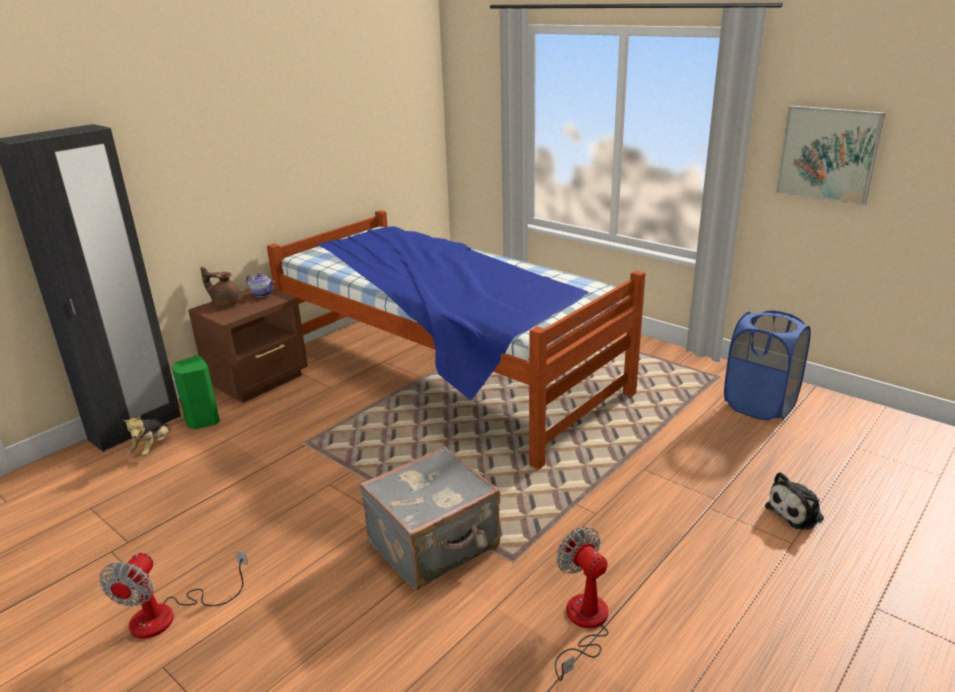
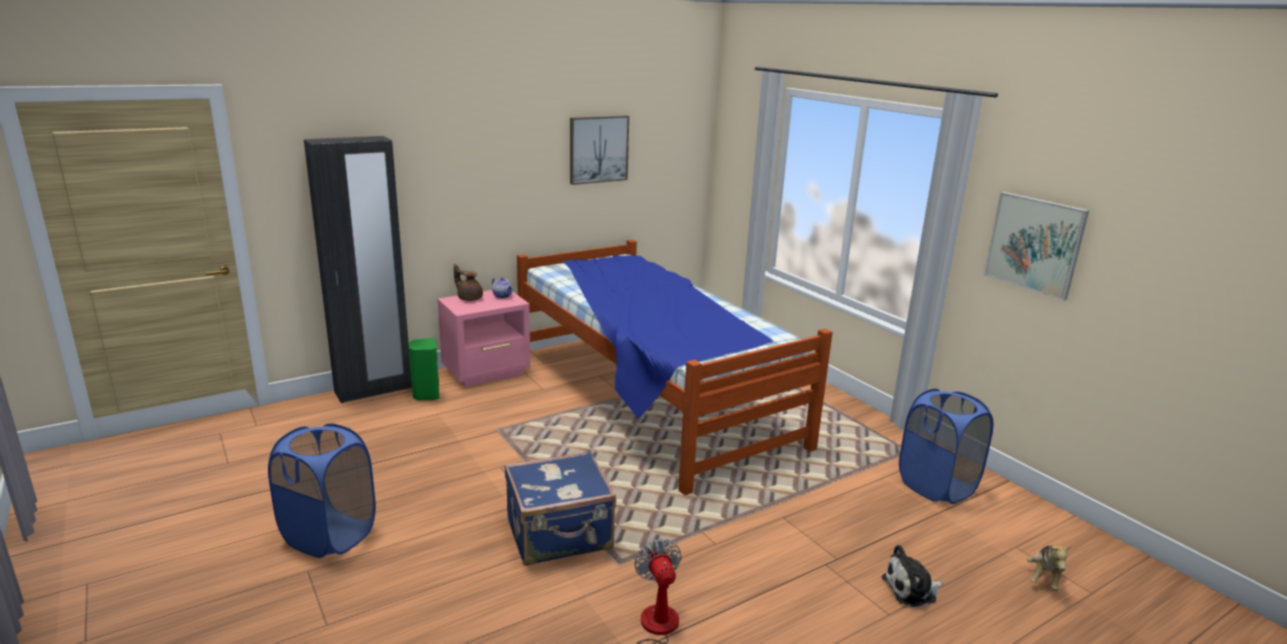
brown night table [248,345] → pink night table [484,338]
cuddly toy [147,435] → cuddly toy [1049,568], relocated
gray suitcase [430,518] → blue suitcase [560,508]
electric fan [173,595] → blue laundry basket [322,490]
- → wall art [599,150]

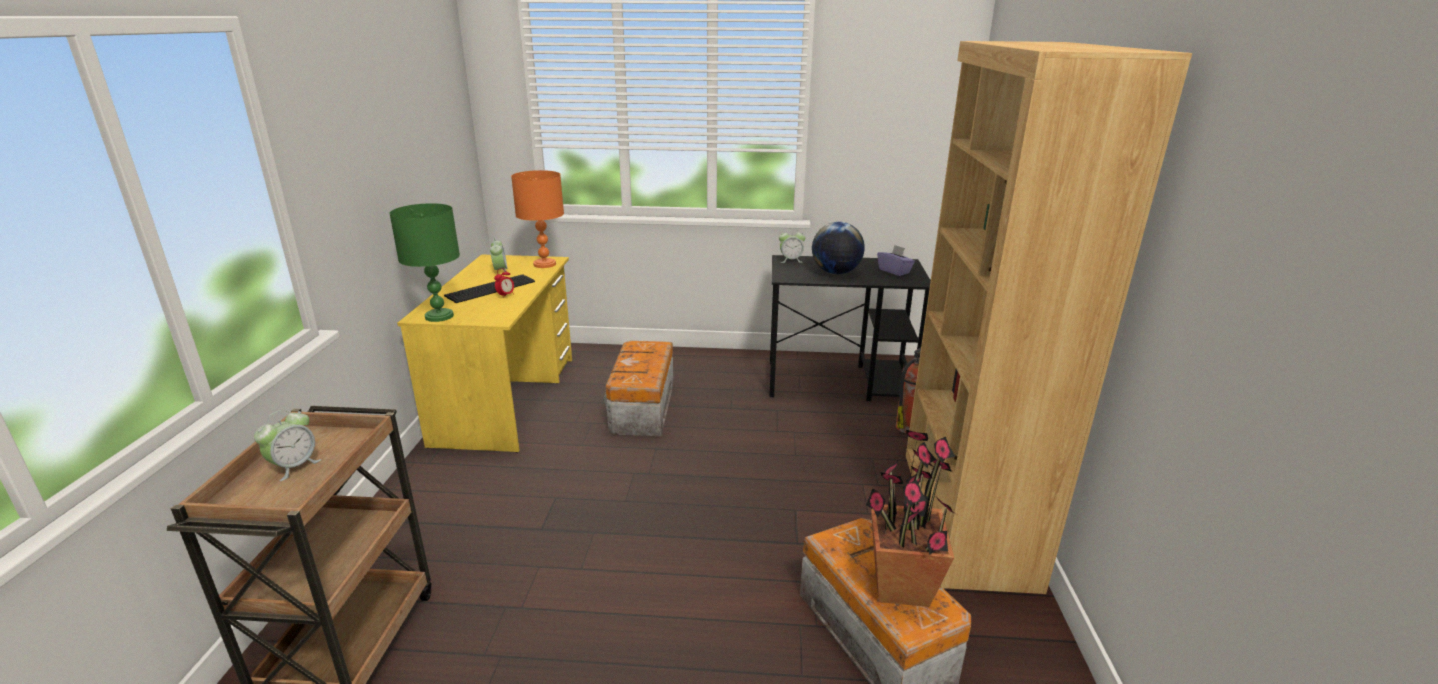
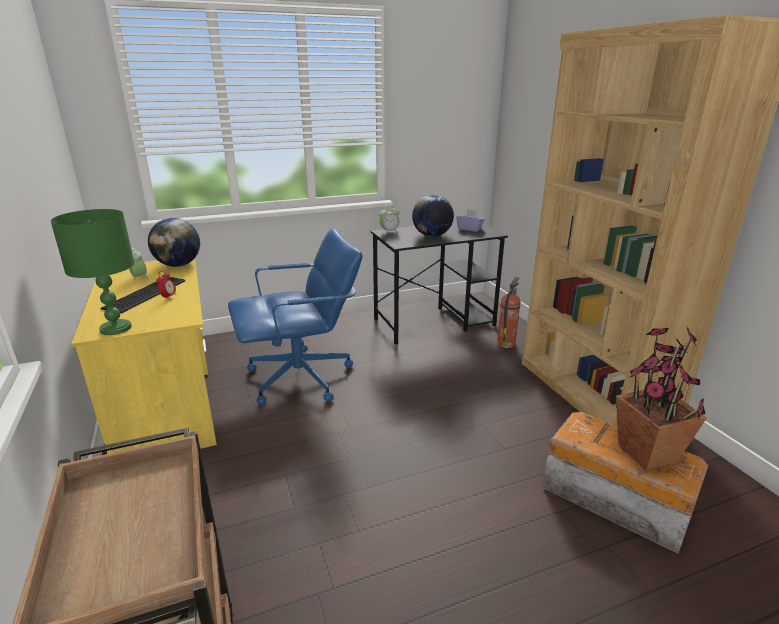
orangey table lamp [537,219] → world globe [174,242]
storage bin [638,389] → blue computer chair [295,316]
bedside clock [288,445] → -

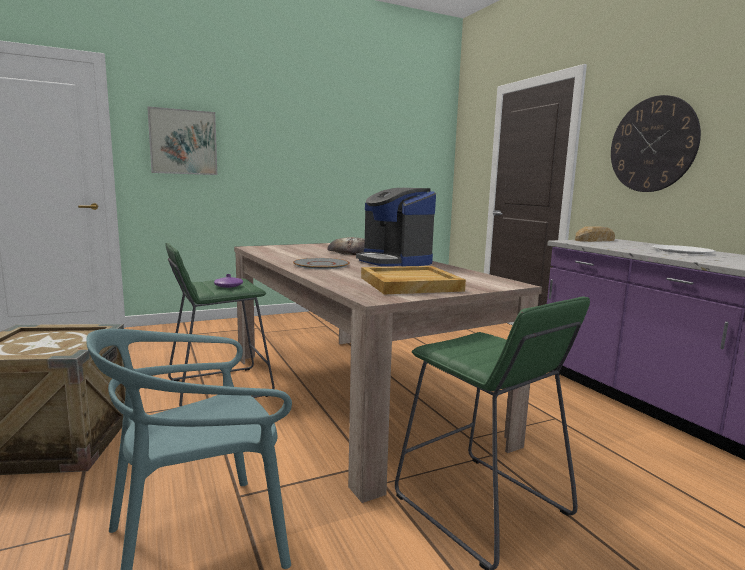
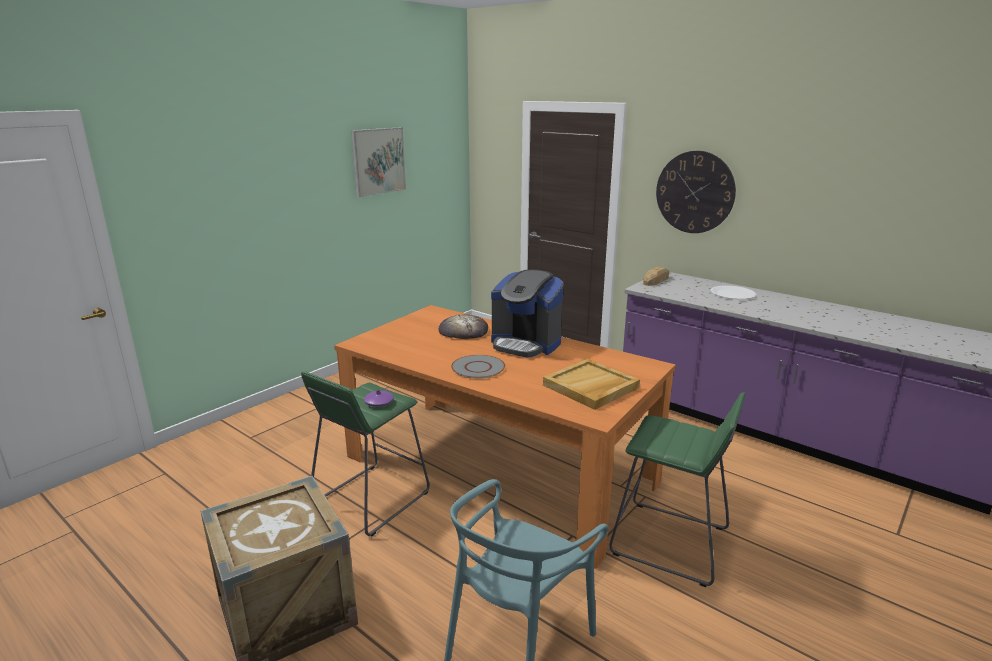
wall art [182,140] → wall art [378,162], relocated
sand-coloured dining table [388,373] → orangey dining table [505,437]

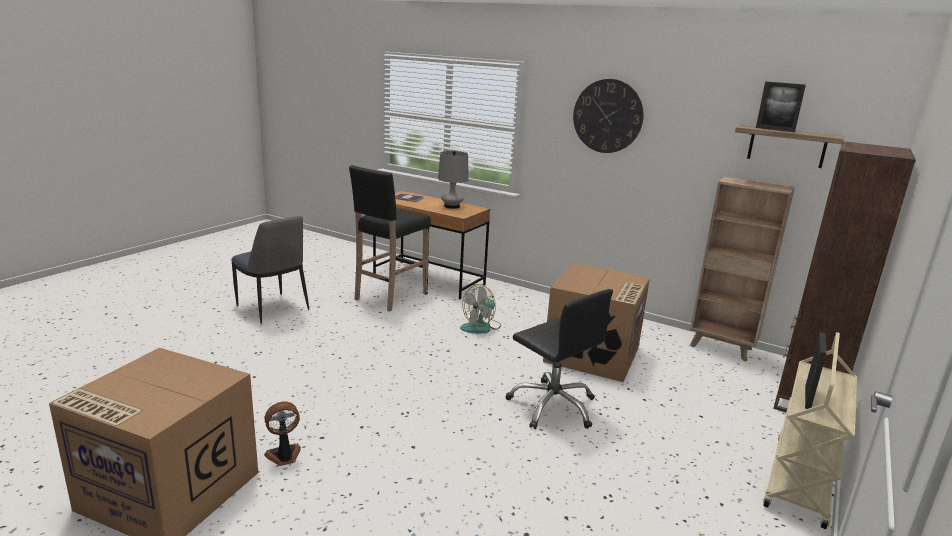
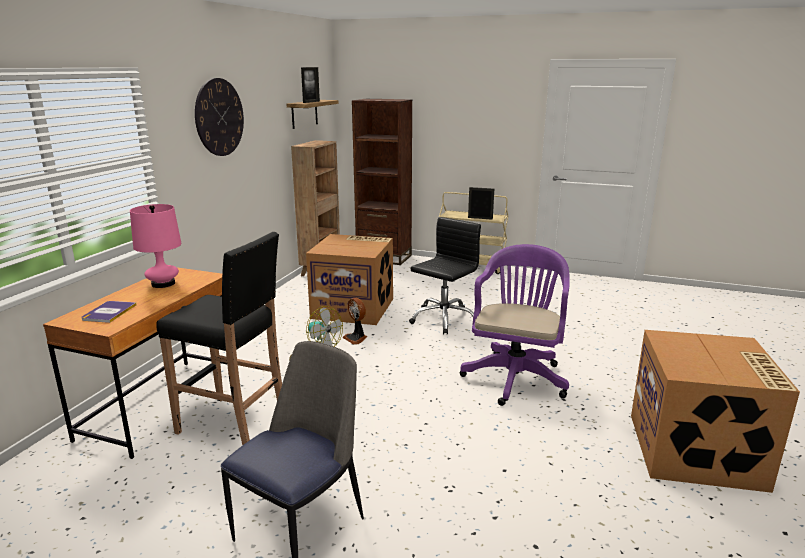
gray table lamp [453,180] → pink table lamp [155,246]
electric fan [282,433] → electric fan [354,321], relocated
- → purplish computer chair [515,325]

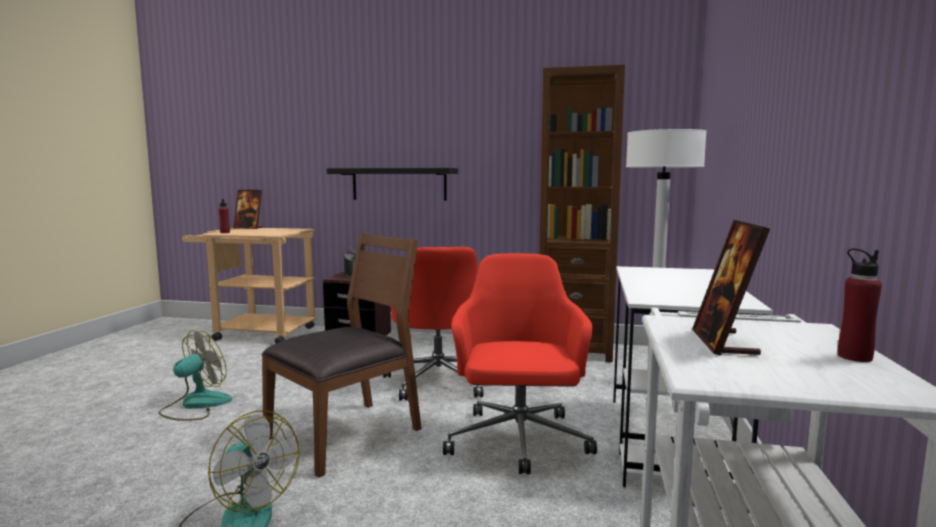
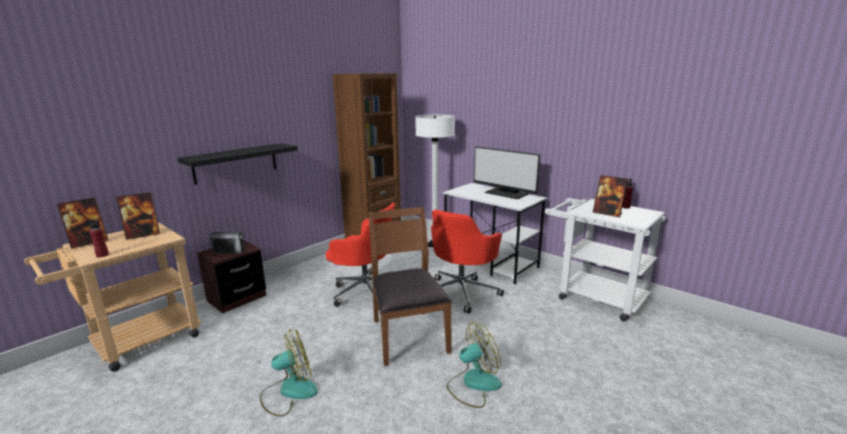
red-coloured computer chair [520,363] → red-coloured computer chair [467,262], 90 degrees counterclockwise
electric fan [195,375] → electric fan [289,373], 90 degrees clockwise
- → computer display [507,173]
- → photo frame [138,216]

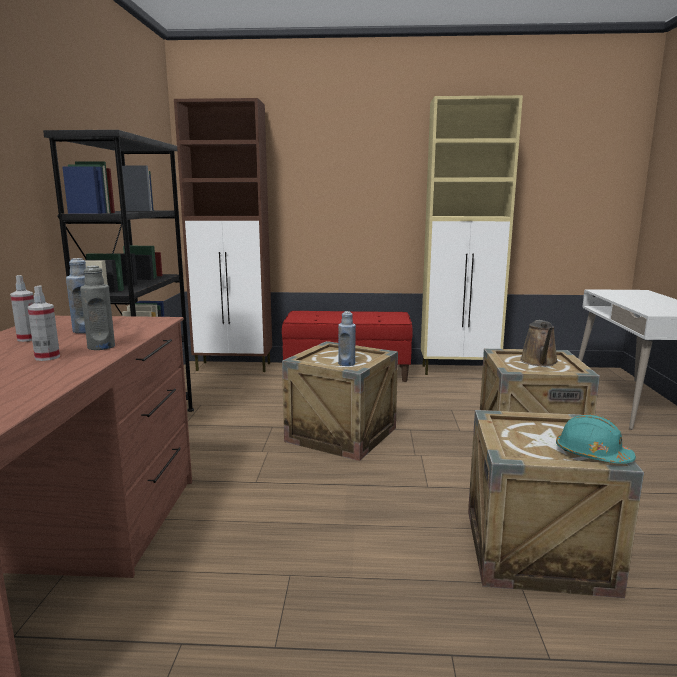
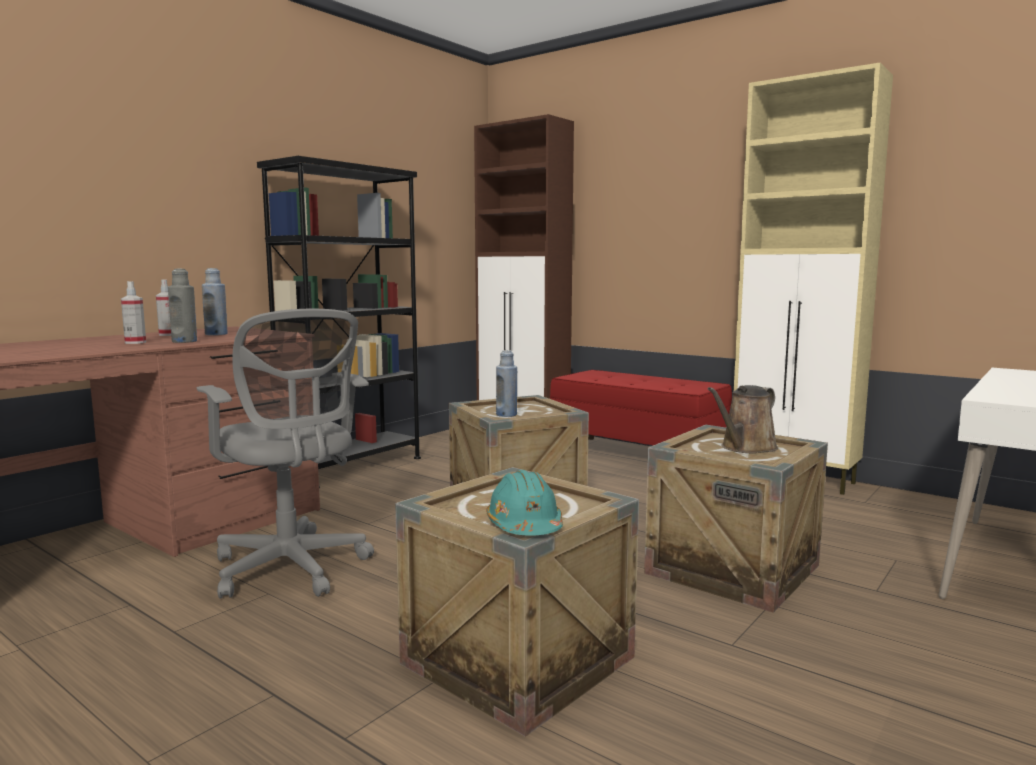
- → gray computer chair [285,453]

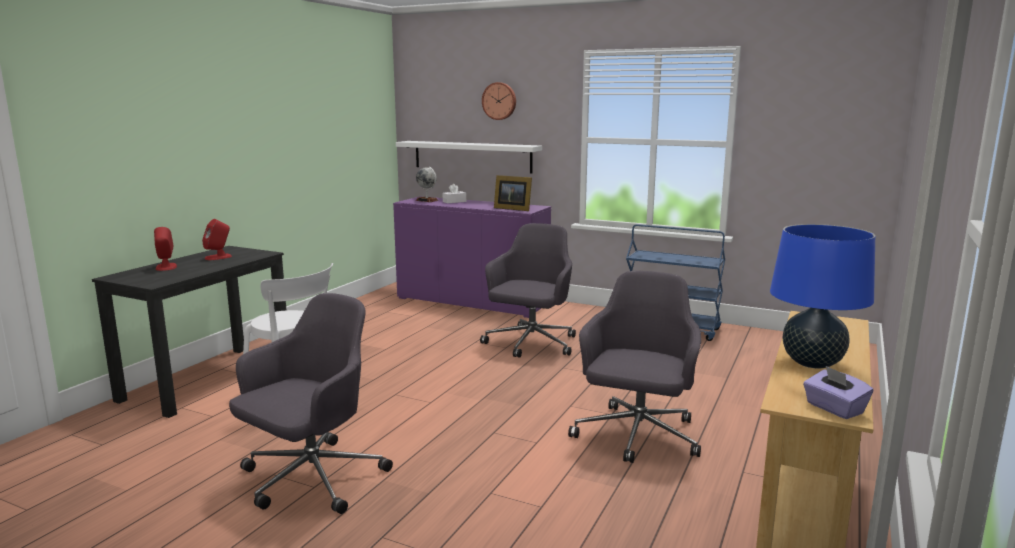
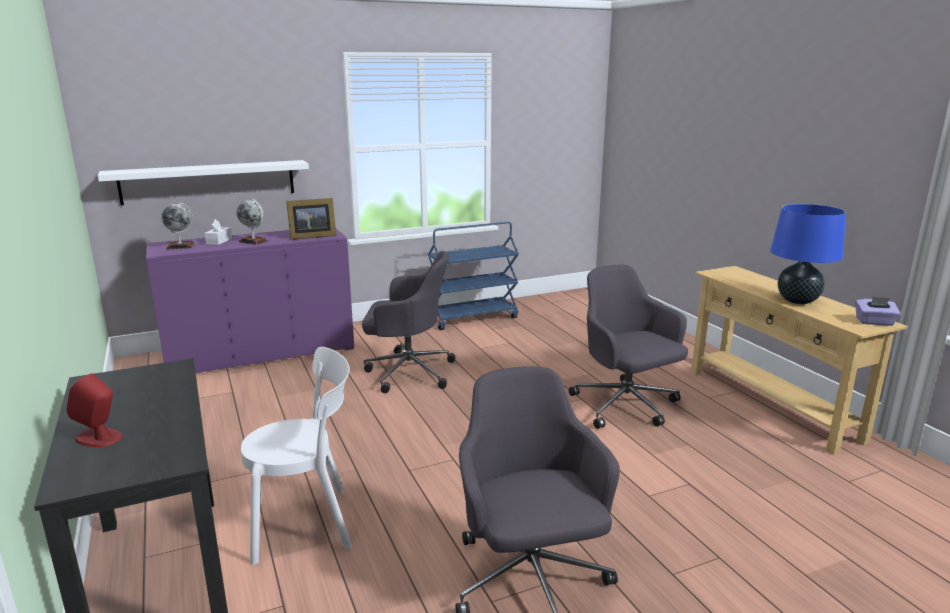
wall clock [499,101] → -
red-coloured speaker [217,239] → -
gray computer chair [528,290] → gray computer chair [408,322], 120 degrees clockwise
- → world globe [252,222]

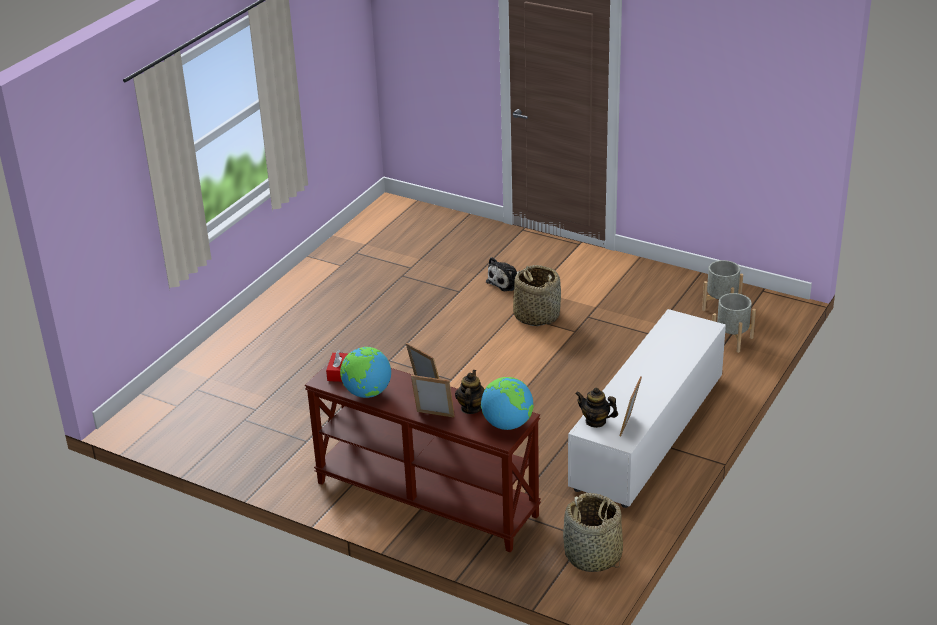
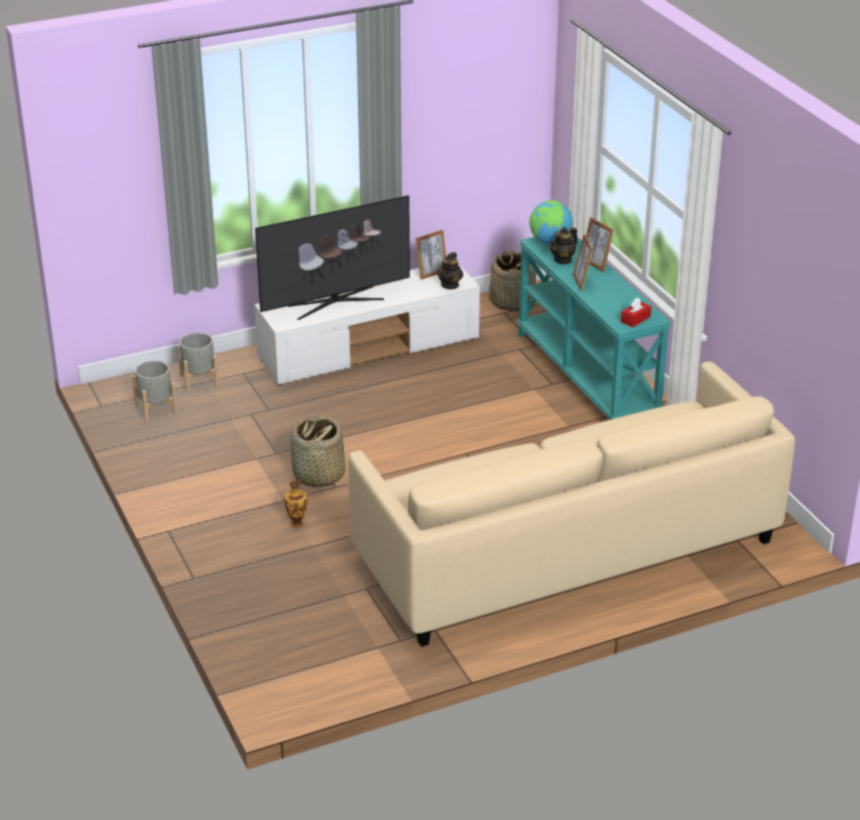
cuddly toy [503,274] → vase [295,504]
world globe [365,372] → -
brown hall table [423,452] → blue-green hall table [594,326]
teapot [596,407] → teapot [450,270], 45 degrees clockwise
- → television [332,257]
- → sand-coloured sofa [571,504]

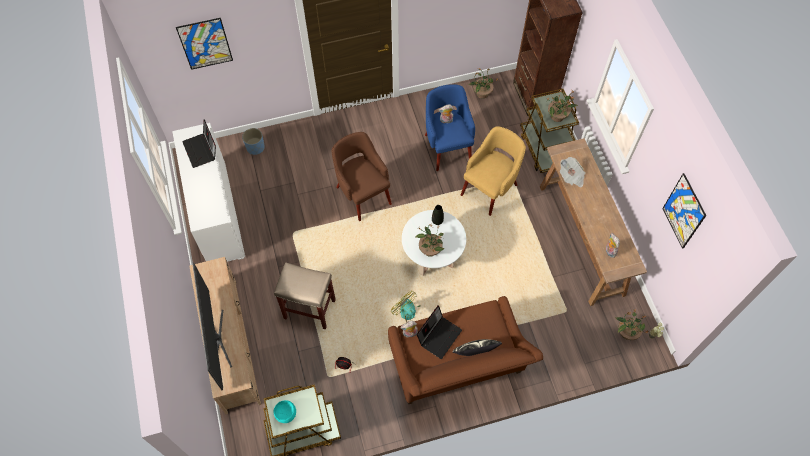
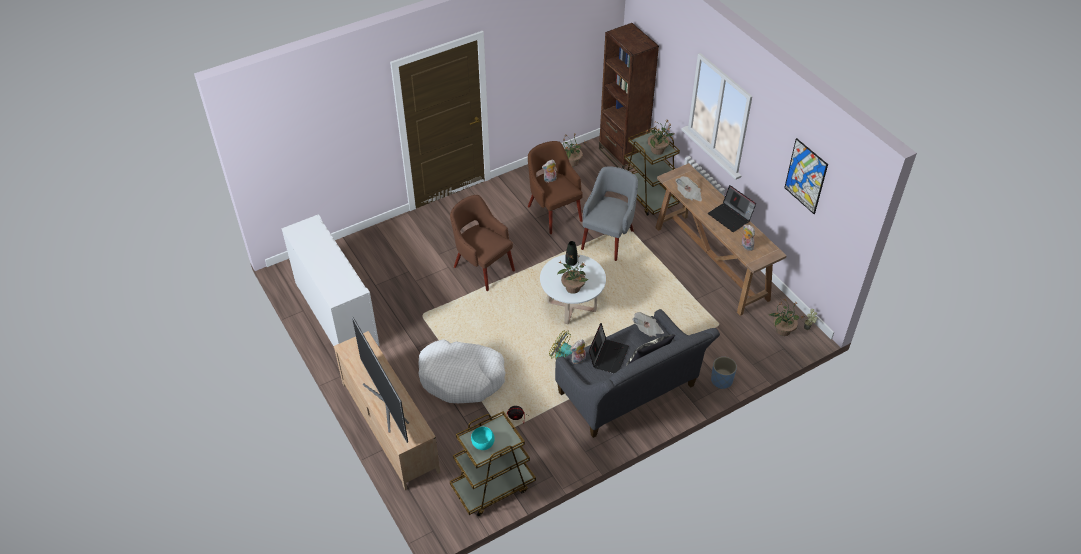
wall art [204,44] → -
blue armchair [450,127] → brown armchair [555,187]
laptop [199,143] → laptop [732,208], relocated
yellow-coloured armchair [493,171] → gray armchair [609,214]
blue plant pot [253,141] → blue plant pot [724,373], relocated
sand-coloured sitting stool [305,295] → whitish dog cushion [462,371]
brown sofa [465,350] → gray sofa [637,373]
- → newspaper [648,324]

